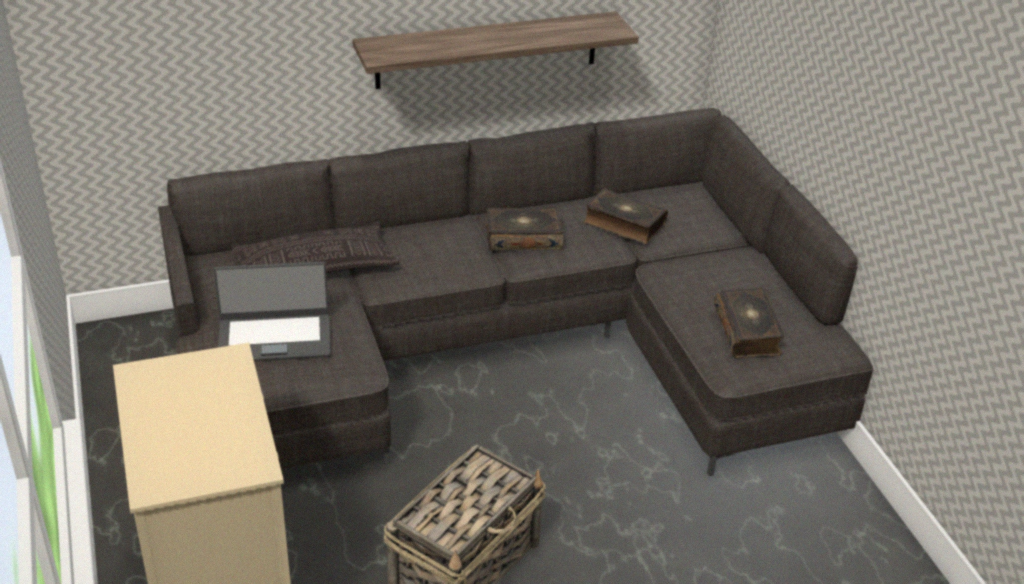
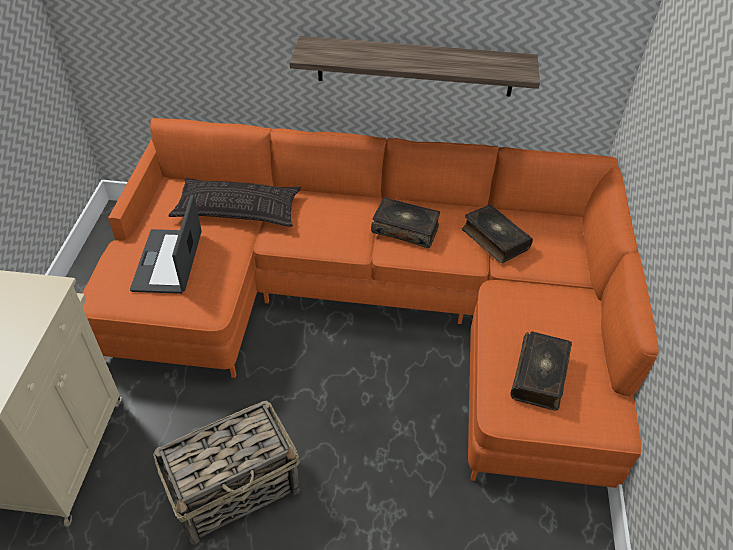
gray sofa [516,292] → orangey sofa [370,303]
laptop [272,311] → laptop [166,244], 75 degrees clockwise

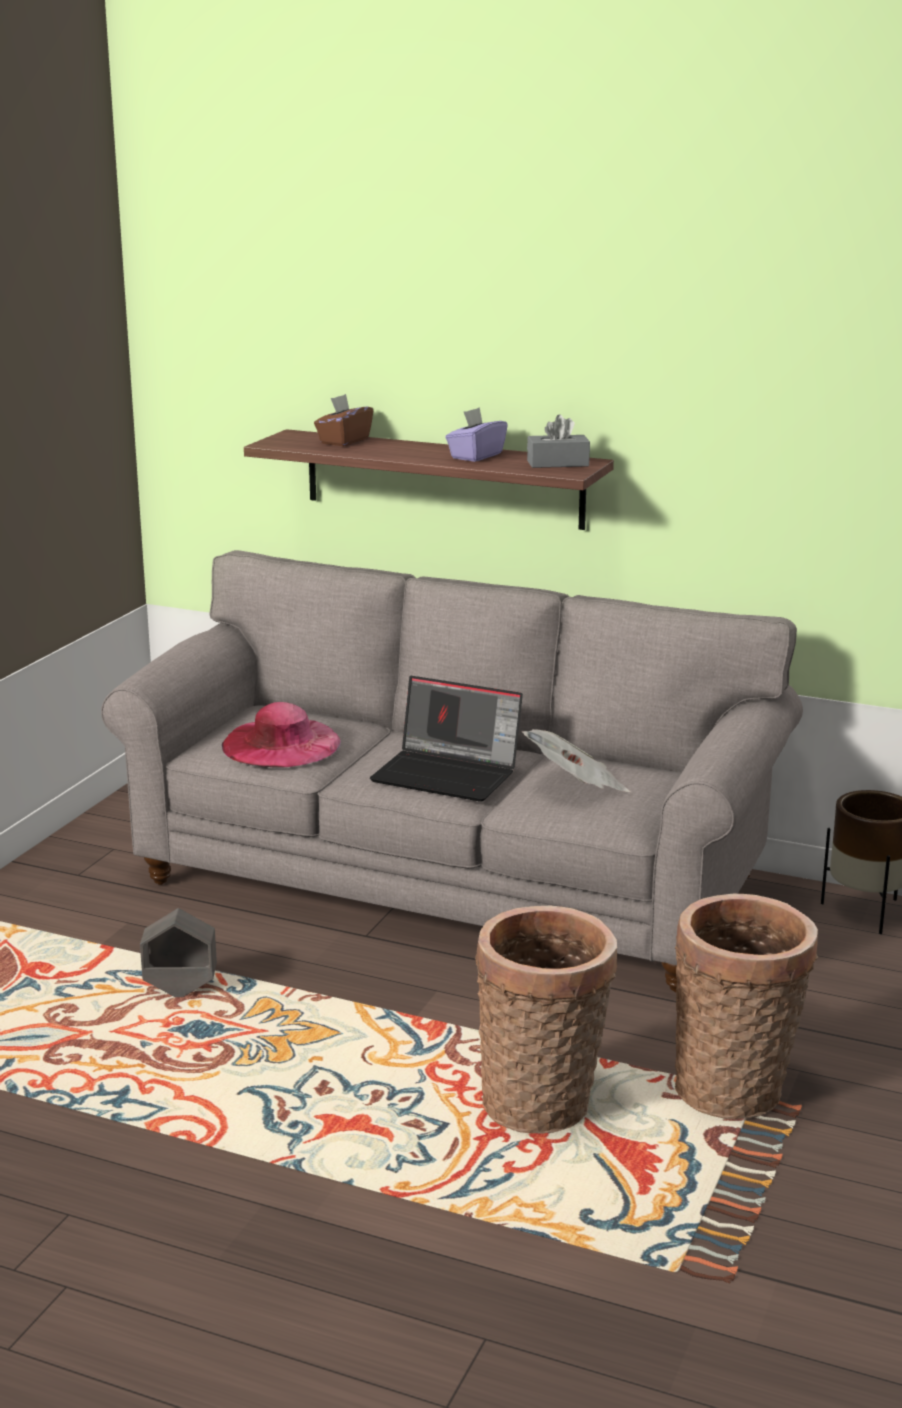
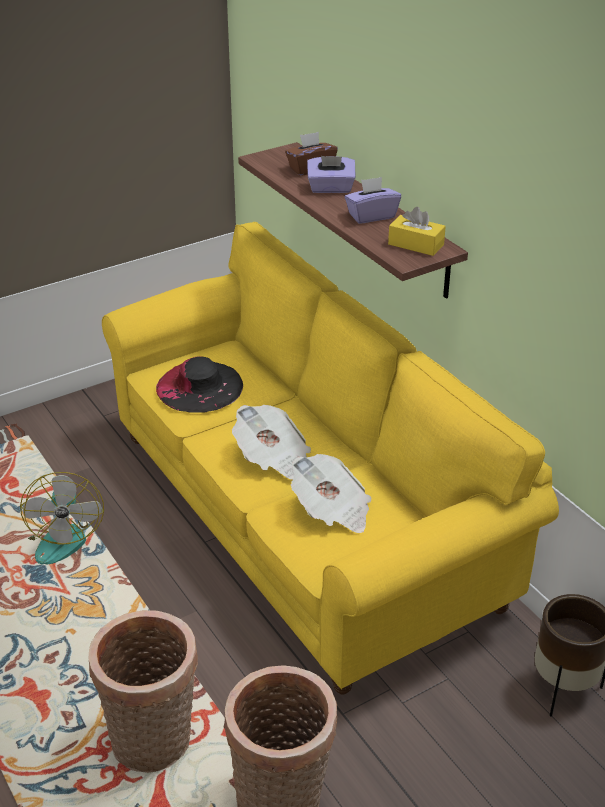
gray tissue holder [558,441] → yellow-coloured tissue holder [417,231]
gray sofa [452,771] → yellow-coloured sofa [330,458]
laptop [446,739] → newspaper [271,442]
pink hat [281,735] → black-coloured hat [199,384]
gray plant pot [178,952] → electric fan [62,518]
- → purplish tissue holder [331,174]

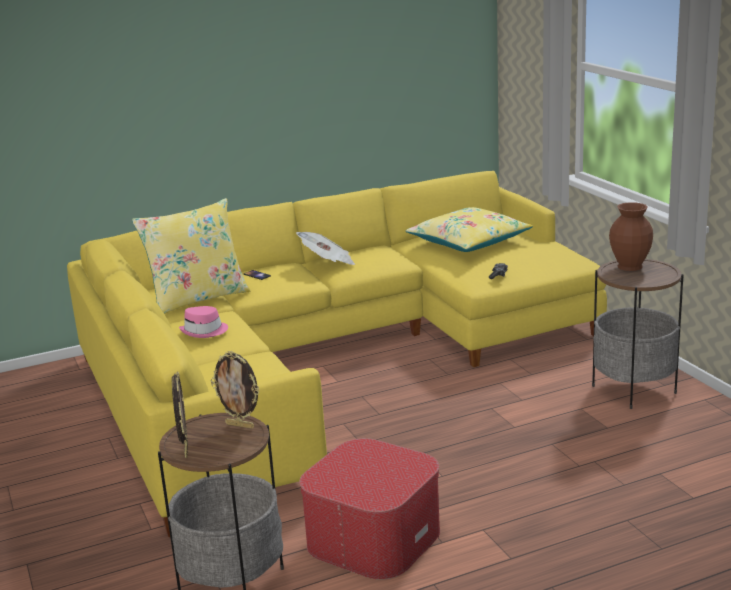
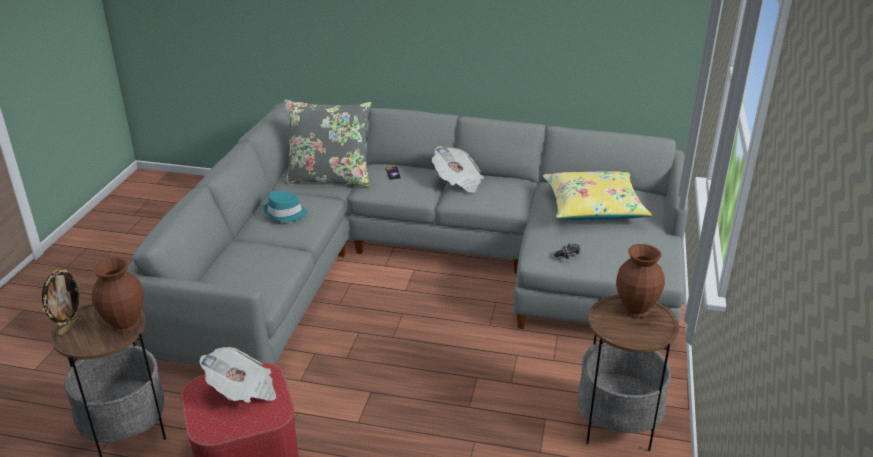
yellow-coloured sofa [337,354] → gray sofa [407,234]
yellow-coloured cushion [191,256] → gray cushion [328,143]
pink hat [203,322] → blue-green hat [286,206]
photo frame [235,390] → brown vase [118,295]
- → newspaper [237,375]

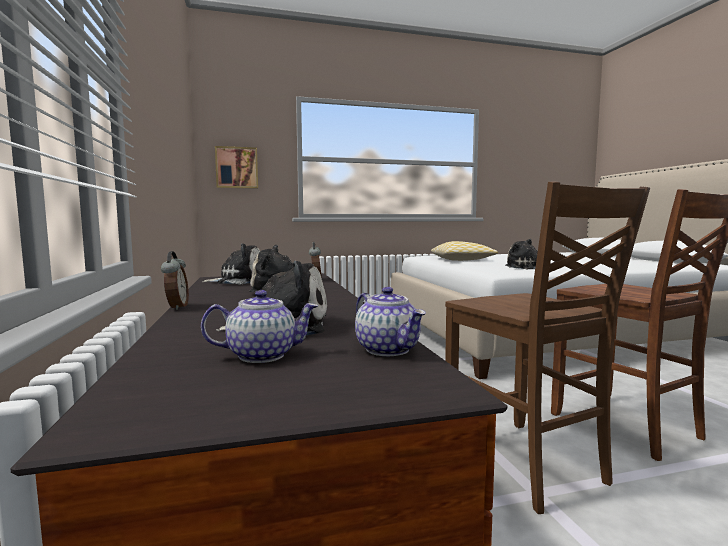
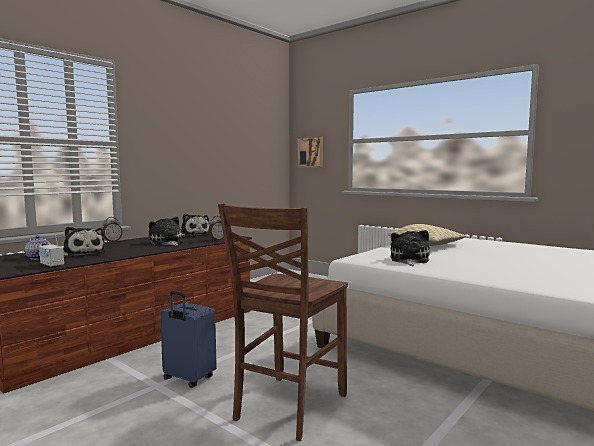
brown chair [547,348] → blue suitcase [188,339]
teapot [390,321] → radio set [51,250]

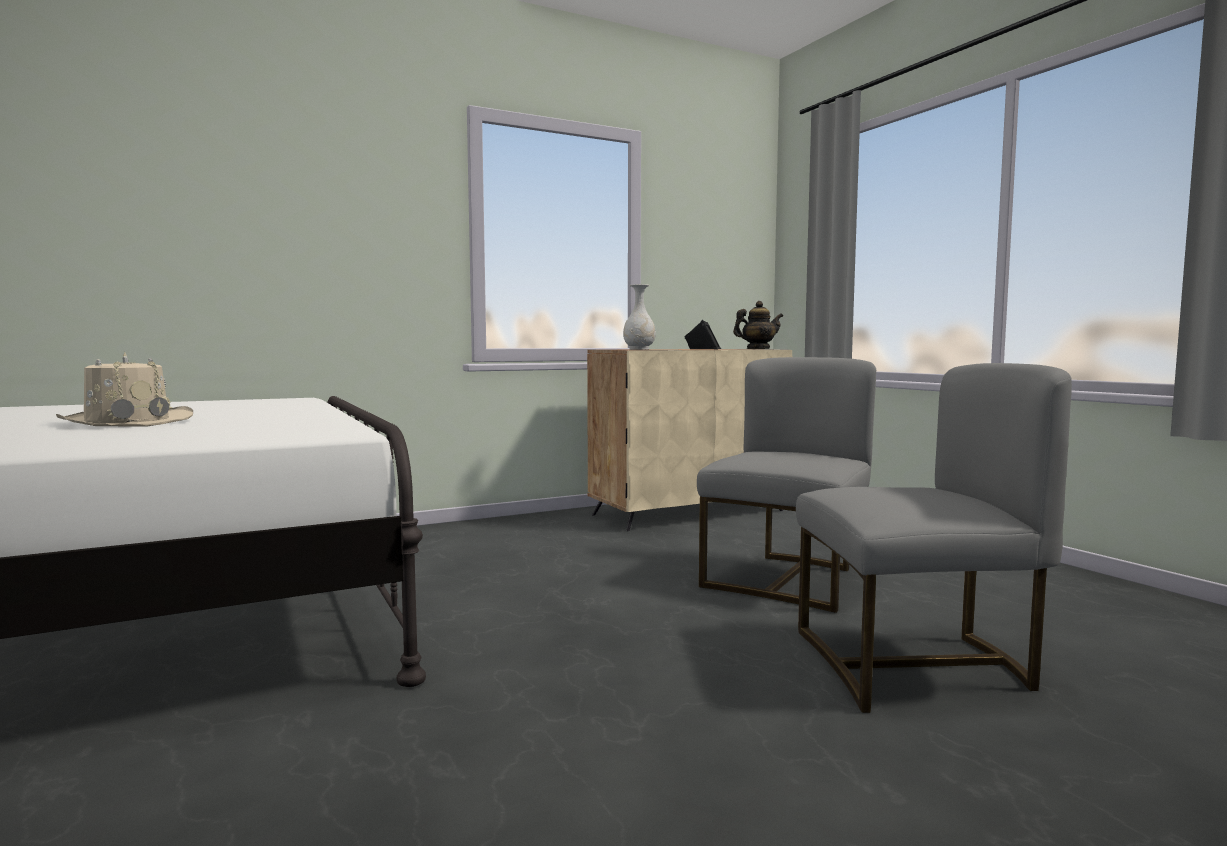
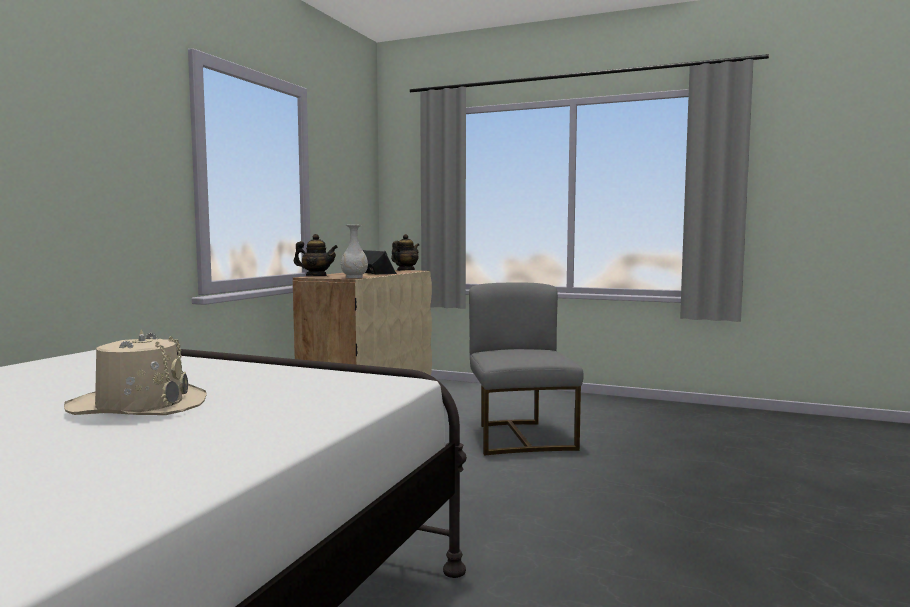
gray chair [934,538] → -
- → teapot [316,255]

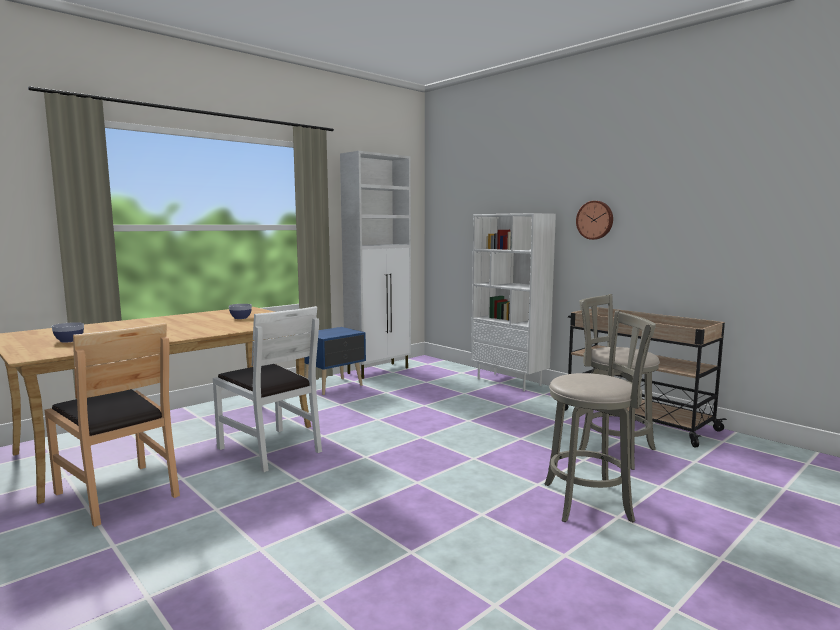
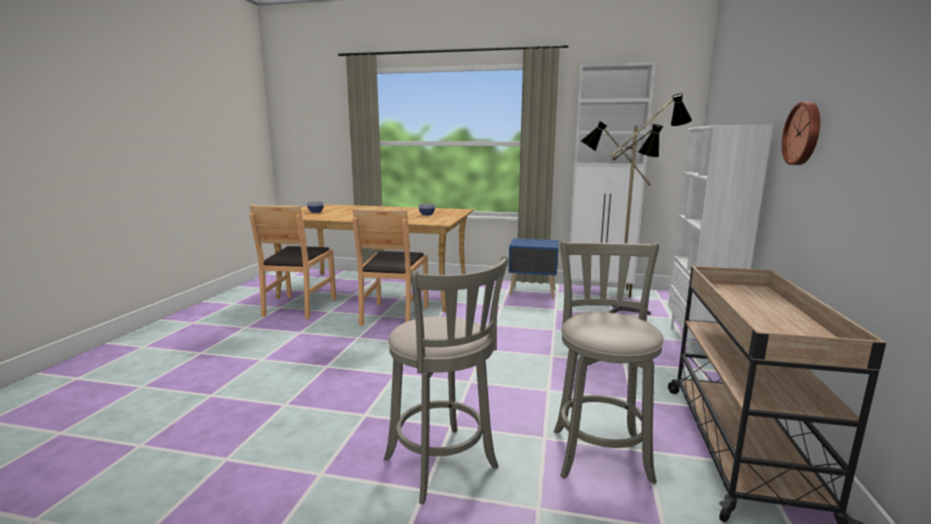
whitish chair [267,389] → brown chair [390,267]
- → standard lamp [636,204]

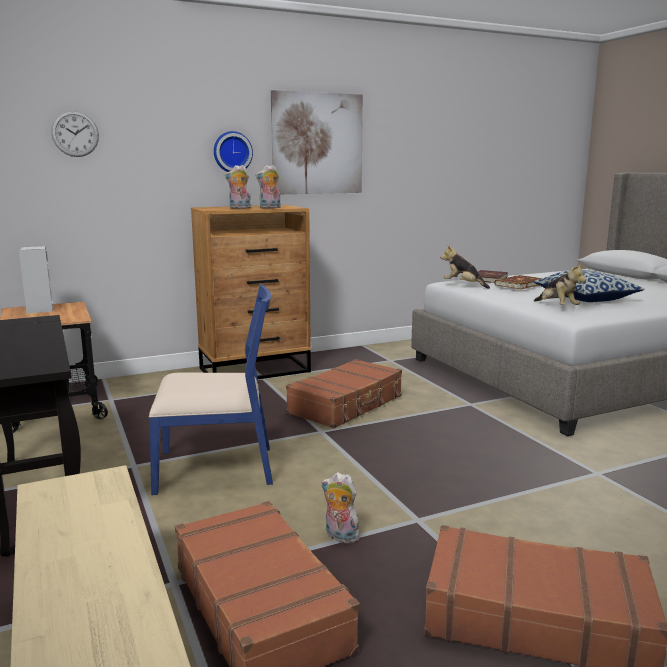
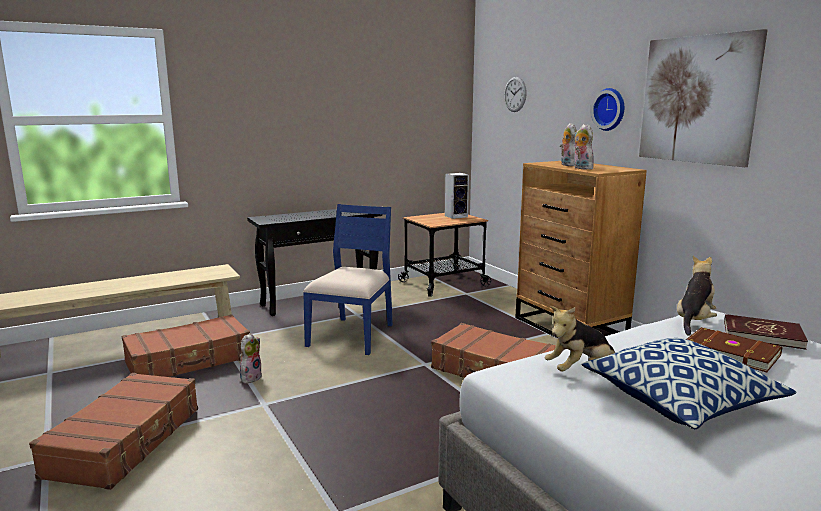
blue chair [211,389] → blue chair [348,279], 150 degrees counterclockwise

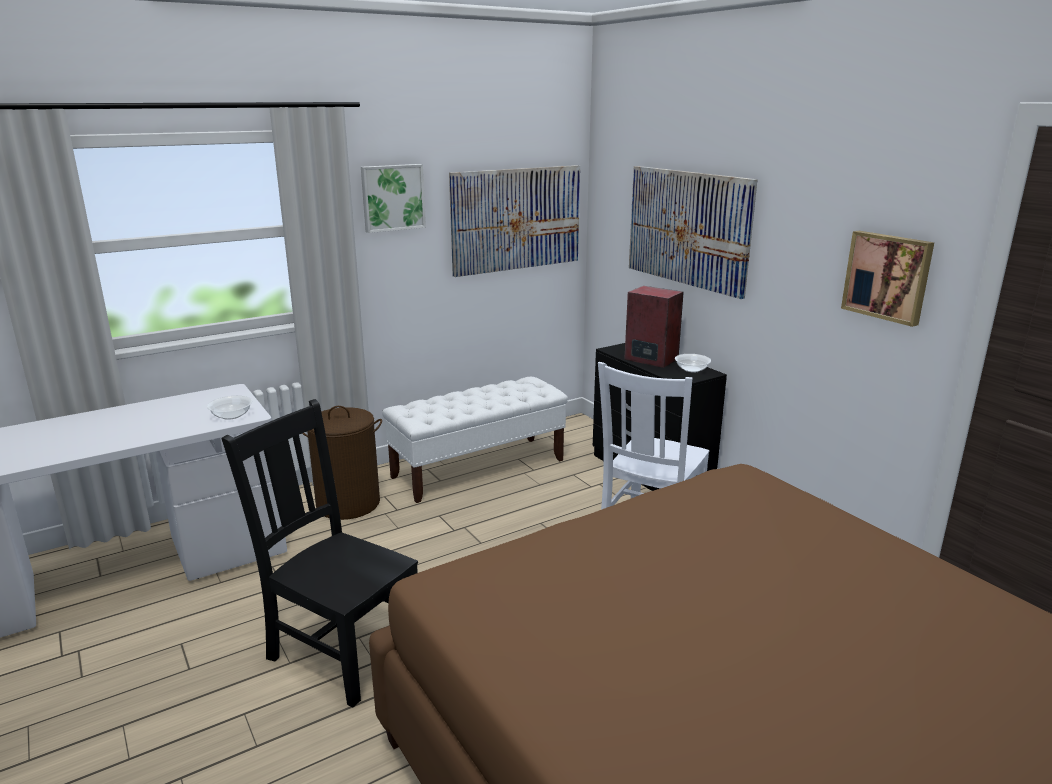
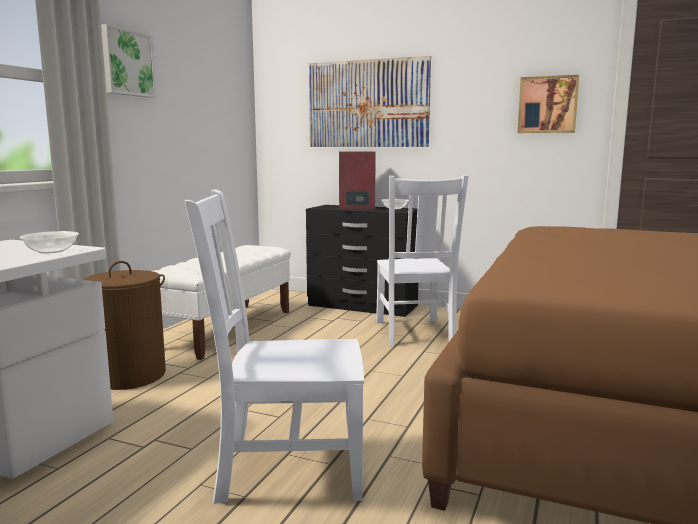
wall art [514,221] → -
black-coloured chair [319,553] → whitish chair [274,346]

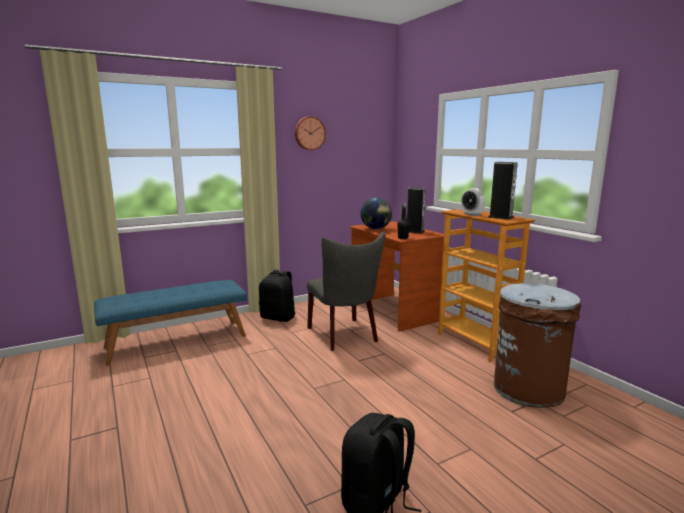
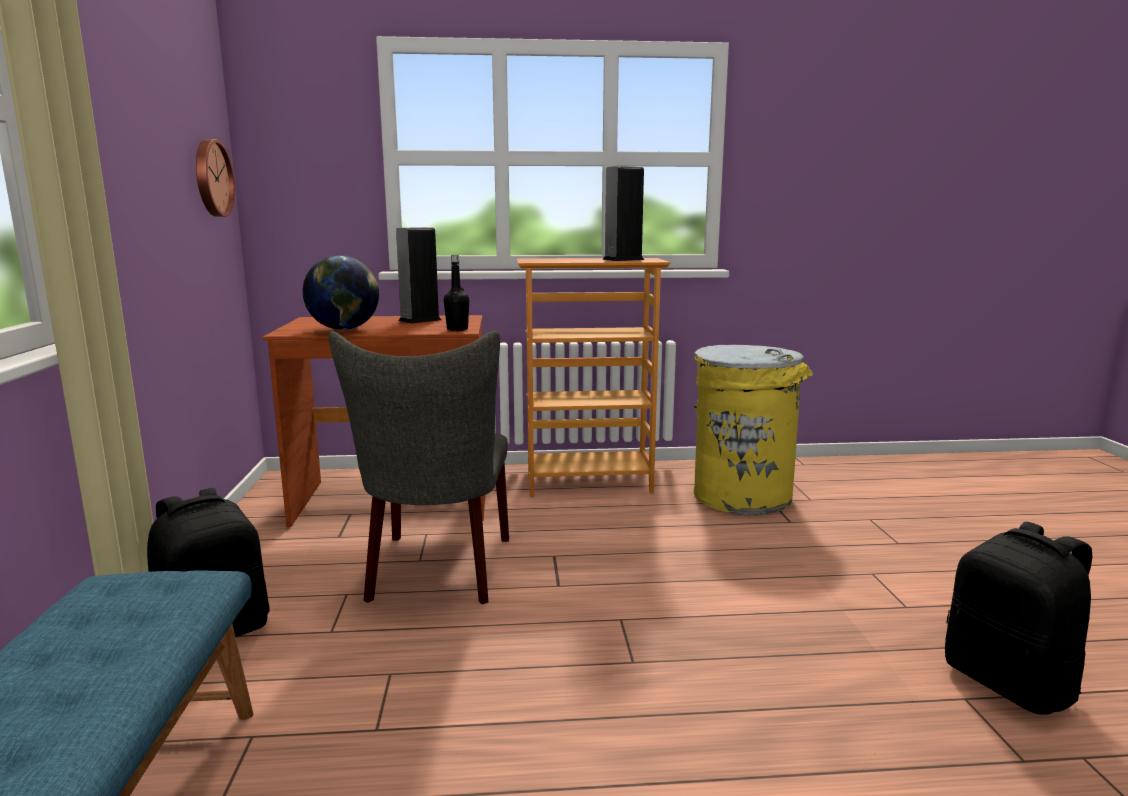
wall clock [310,133] → wall clock [215,178], relocated
bedside clock [473,202] → -
gray chair [346,291] → gray chair [419,467], 90 degrees clockwise
brown rubbish bin [537,345] → yellow-coloured rubbish bin [753,430]

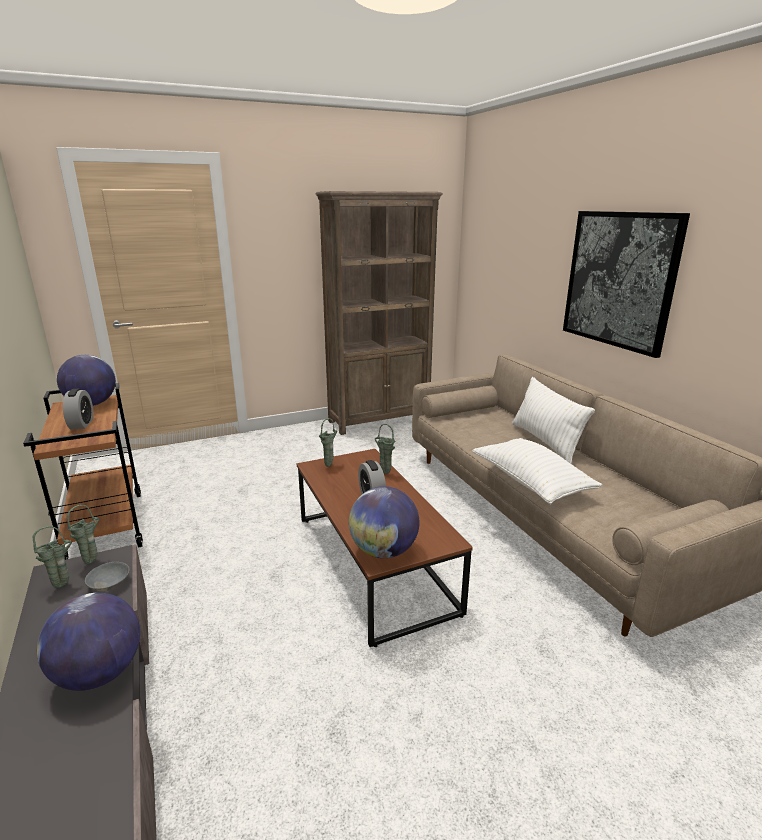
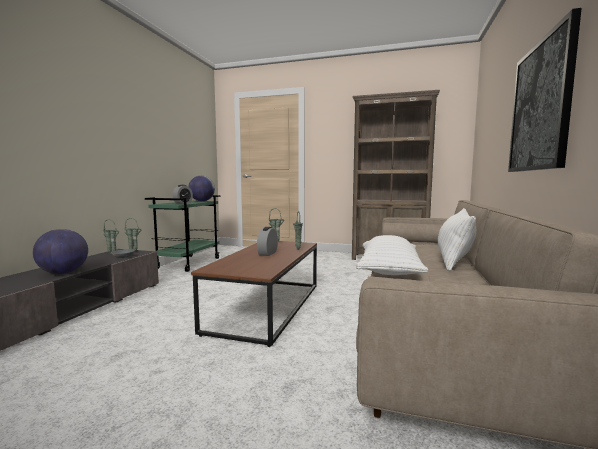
brown cart [83,471] → greenish cart [182,233]
world globe [384,522] → -

